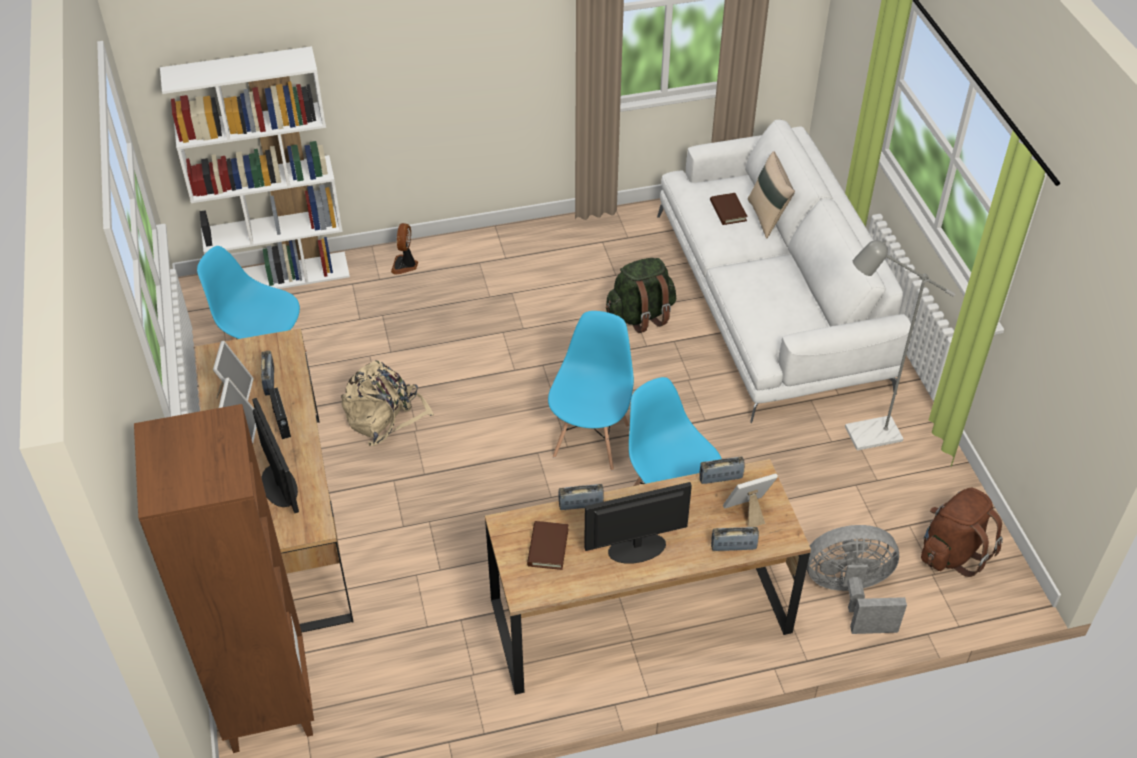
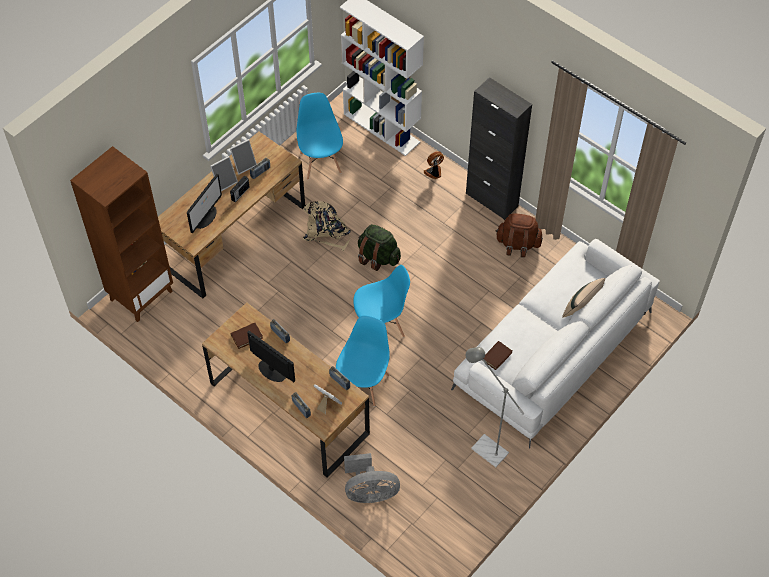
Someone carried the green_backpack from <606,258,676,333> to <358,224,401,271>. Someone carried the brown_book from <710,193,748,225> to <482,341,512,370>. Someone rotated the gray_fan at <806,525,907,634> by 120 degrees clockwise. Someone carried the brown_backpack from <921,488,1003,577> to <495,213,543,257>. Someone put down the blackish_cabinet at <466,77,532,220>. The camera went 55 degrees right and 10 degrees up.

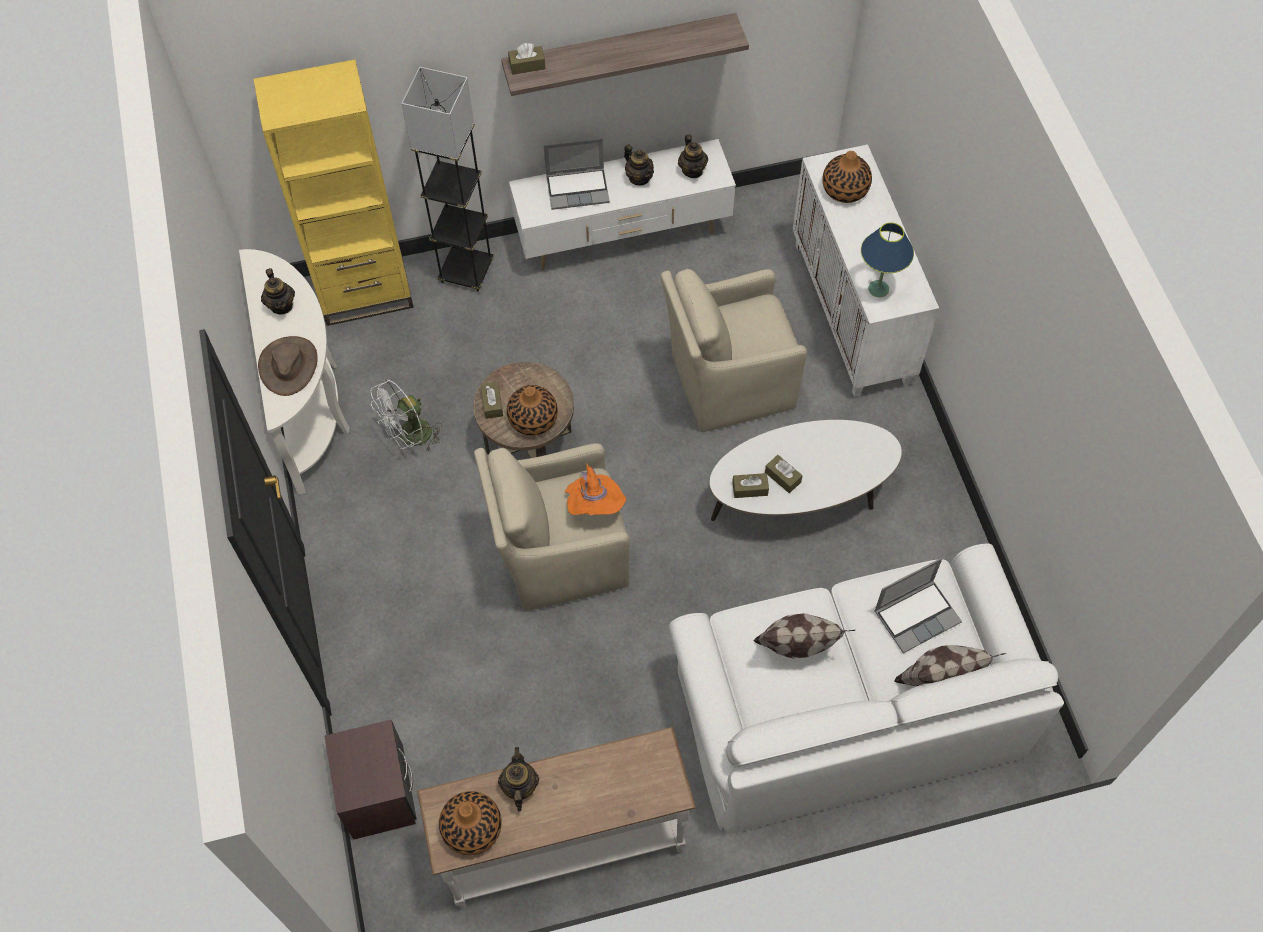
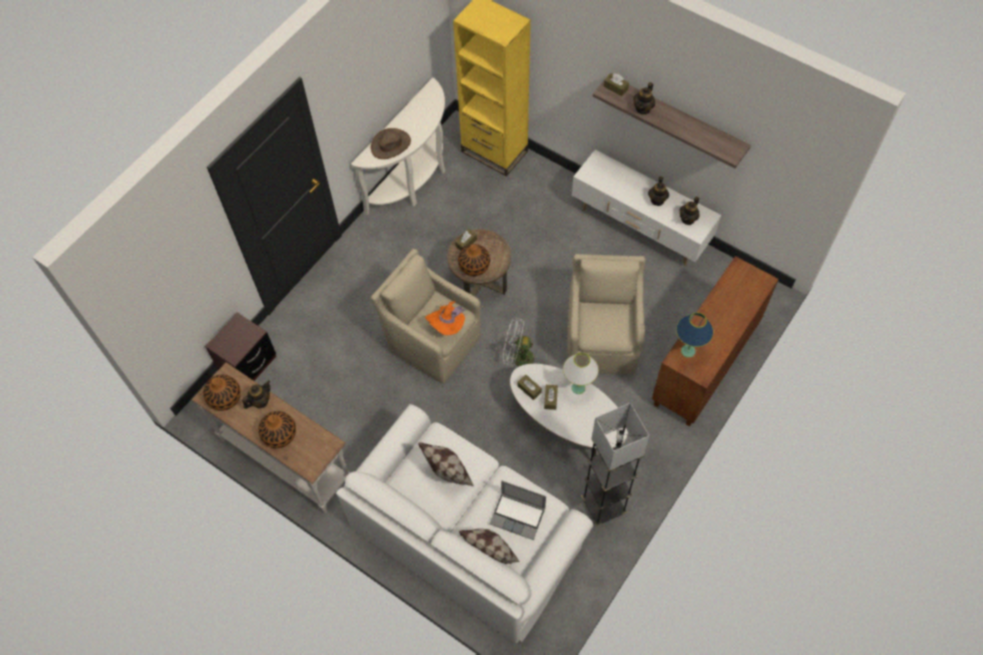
Someone carried the tea_pot from <261,268,295,315> to <633,82,655,115>. Someone carried the white_fan from <371,379,442,451> to <503,318,537,367>. Someone carried the gray_standing_lamp from <402,67,494,292> to <581,403,649,526>. Someone took away the laptop at <544,139,610,210>. Someone rotated the beige-coloured_armchair at <661,269,807,432> by 60 degrees clockwise. Someone repainted the white_cabinet at <793,144,939,397>, which became the brown_cabinet at <652,256,779,426>. Someone carried the flower_vase from <822,151,872,203> to <258,411,296,448>. Someone put down the white_tabletop_lamp at <563,353,599,394>. The camera went 50 degrees right and 0 degrees up.

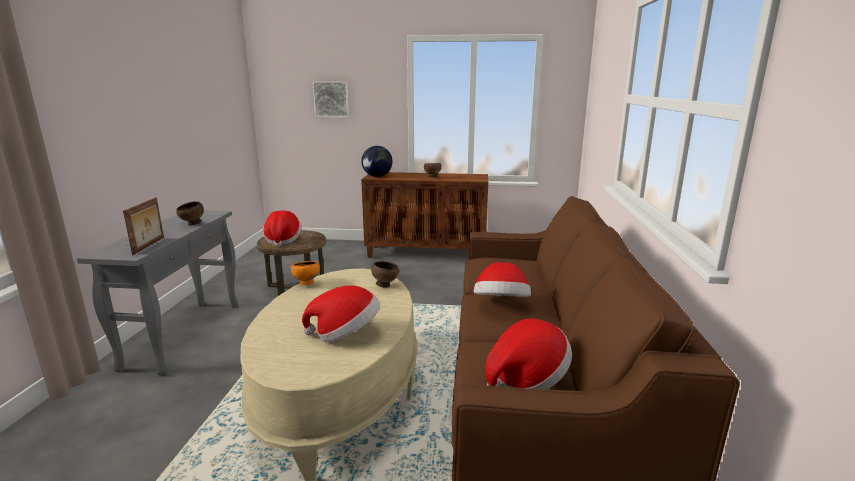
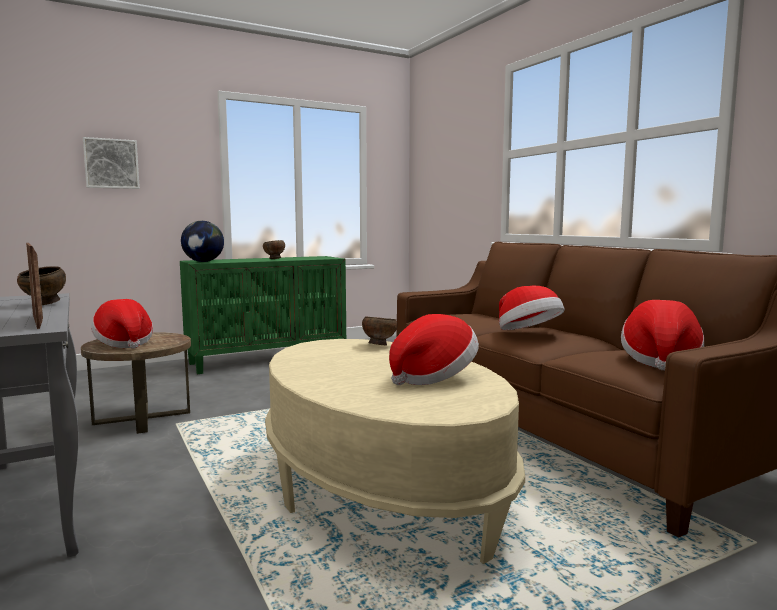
Someone took away the orangey_serving_bowl at <291,261,320,285>. Someone repainted the brown_cabinet at <361,172,488,258>, which became the green_cabinet at <180,256,346,374>. The camera went 35 degrees left and 10 degrees down.

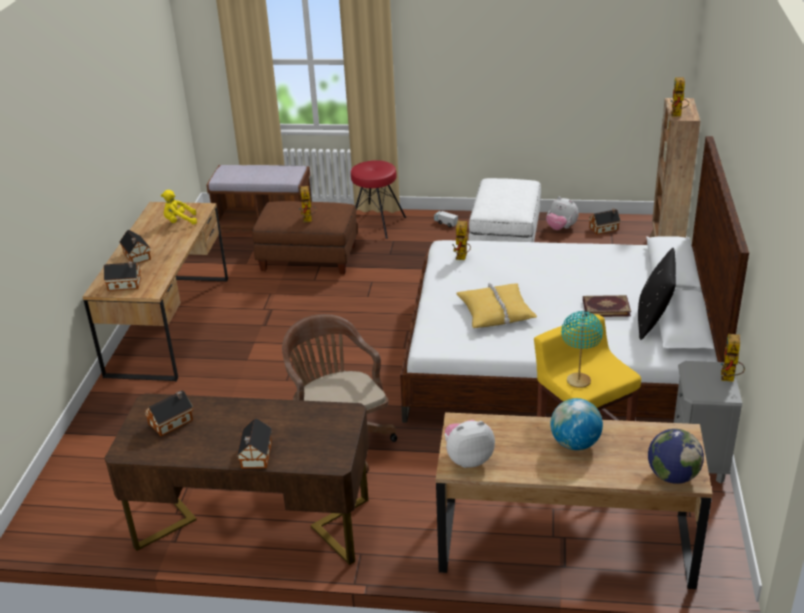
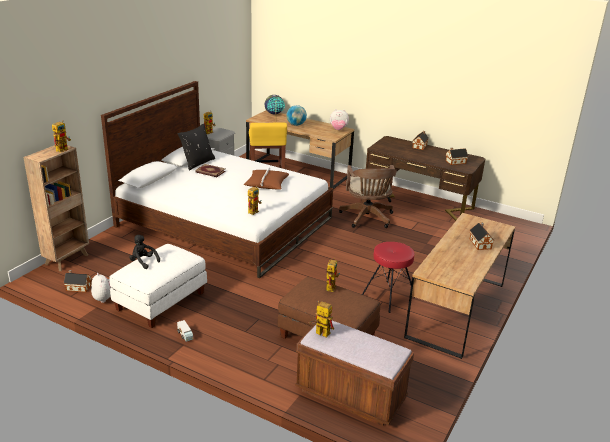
Someone took away the miniature_house at <104,261,141,291>. Someone took away the yellow-coloured_cuddly_toy at <161,190,197,225>. Someone carried the reddish_sitting_stool from <351,161,406,239> to <362,242,416,313>. Someone repainted the yellow-coloured_throw_pillow at <456,283,537,328>, which became the brown_throw_pillow at <243,167,289,190>. Someone put down the blackish_cuddly_toy at <129,235,160,269>. Someone put down the model_robot at <309,301,334,338>. The camera went 160 degrees left and 5 degrees down.

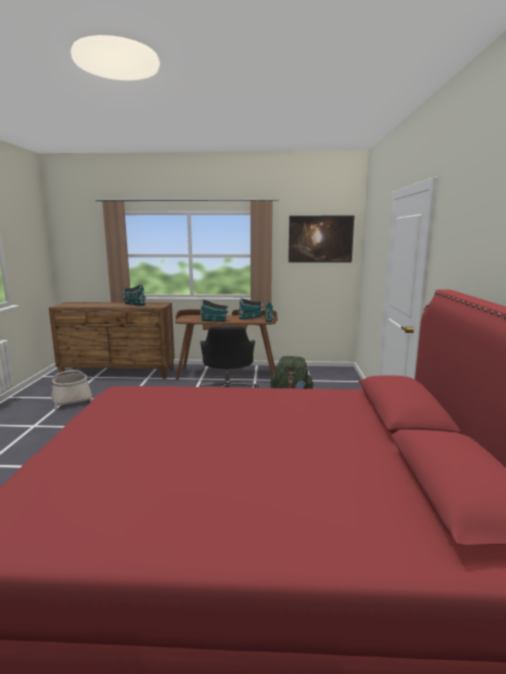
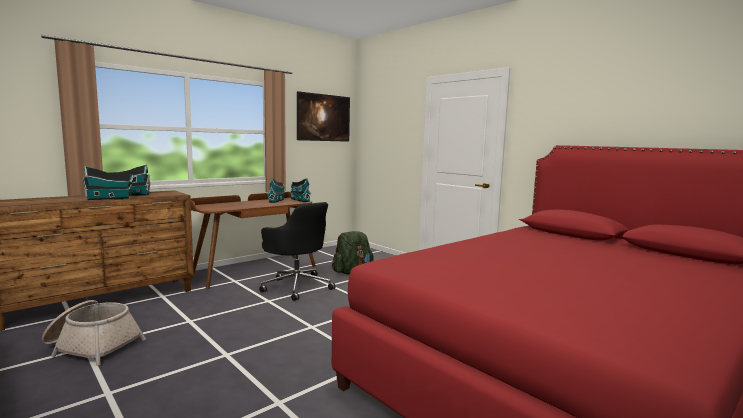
Someone carried the miniature_house from <200,299,229,322> to <82,166,134,201>. The camera went 45 degrees left and 5 degrees down.

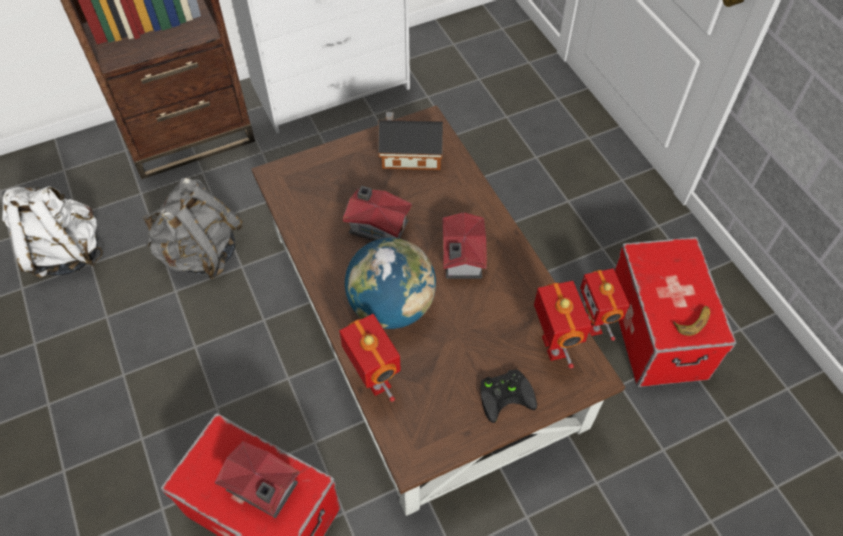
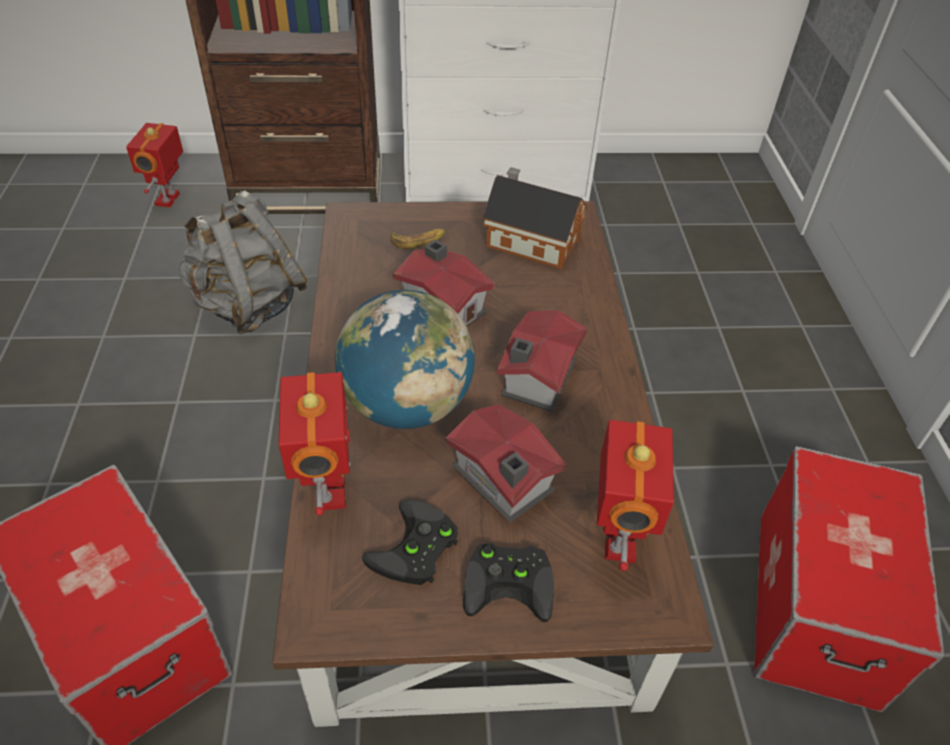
Someone took away the white_backpack at <2,186,103,278>. Someone carried the miniature_house from <215,441,300,518> to <445,404,567,523>. Someone carried the model_robot from <580,269,630,341> to <126,123,183,207>. Someone carried the banana_fruit from <673,306,710,336> to <390,229,446,249>. Someone put down the blackish_joypad at <362,500,458,585>. The camera went 20 degrees right and 10 degrees down.

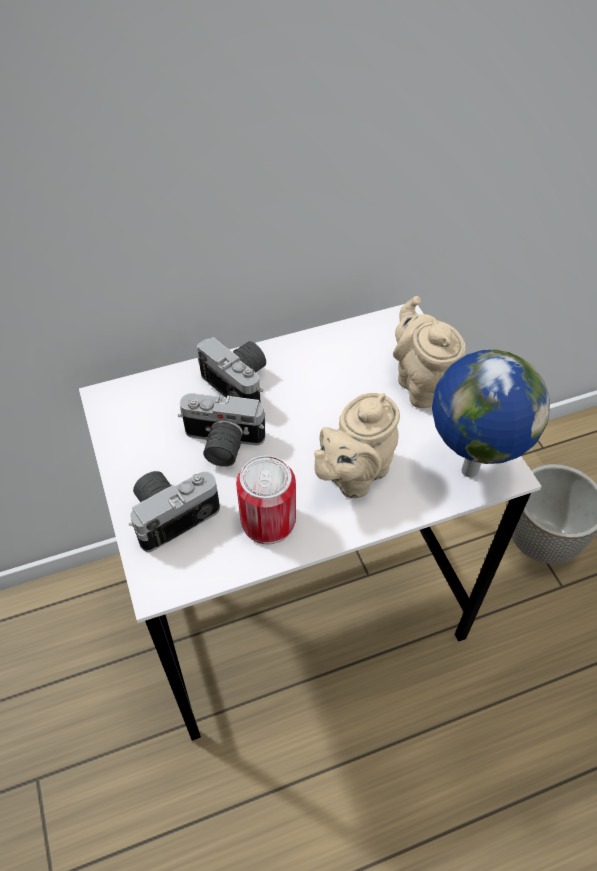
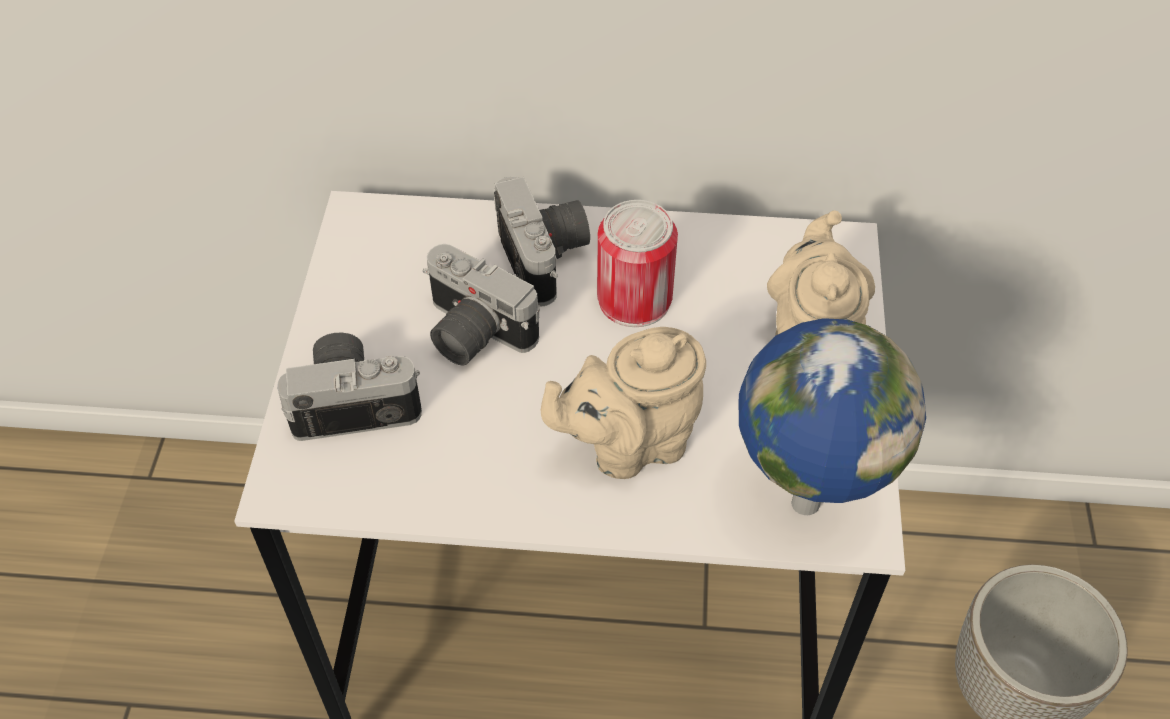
Someone carried the sealed_can from <236,456,296,544> to <597,200,678,327>. The camera went 25 degrees right and 0 degrees up.

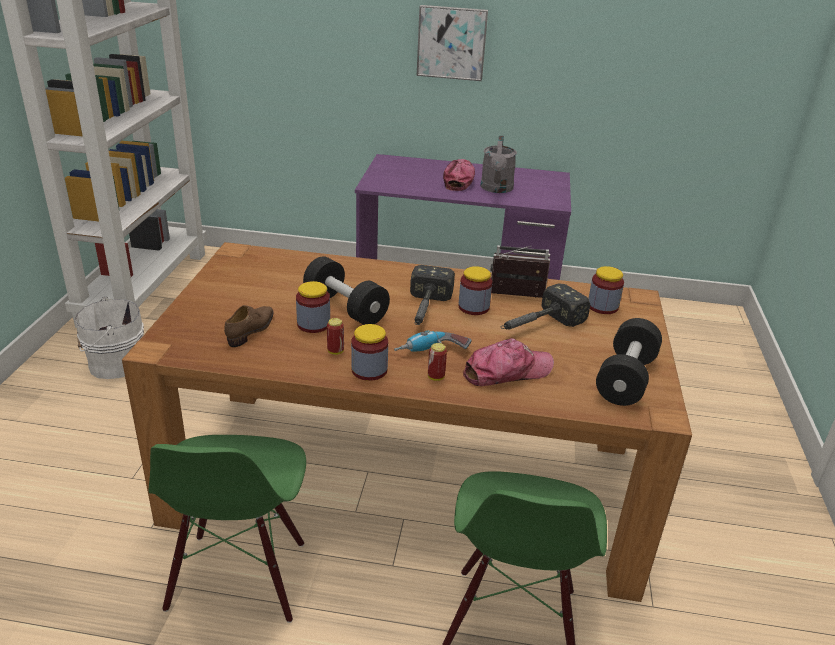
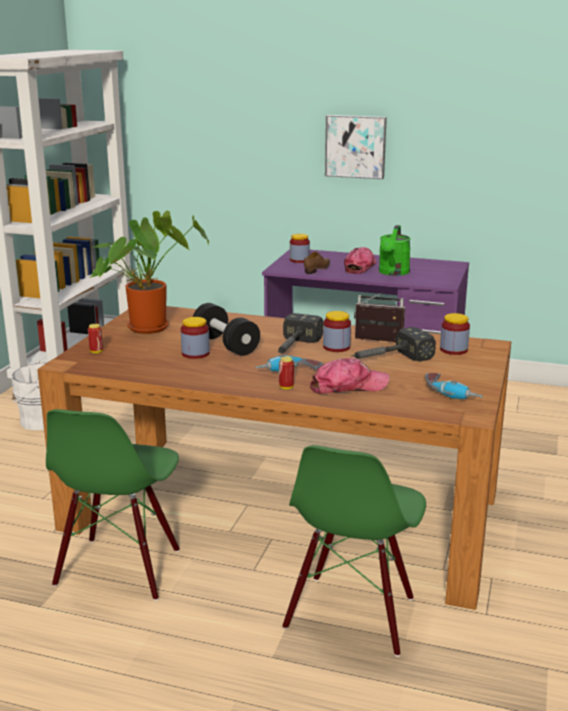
Someone carried the brown_low_shoe from <224,305,274,347> to <304,252,330,274>. Someone carried the sealed_can from <327,318,344,355> to <88,324,103,353>. Someone carried the jar from <351,324,388,381> to <290,234,310,263>. Someone repainted the gray_sprinkling_can at <481,135,517,193>, which became the green_sprinkling_can at <379,225,411,276>. Someone swapped the blackish_free_weight at <596,318,662,406> for the power_drill at <425,373,483,399>. Someone put down the potted_plant at <90,211,209,334>. The camera went 10 degrees right and 10 degrees down.

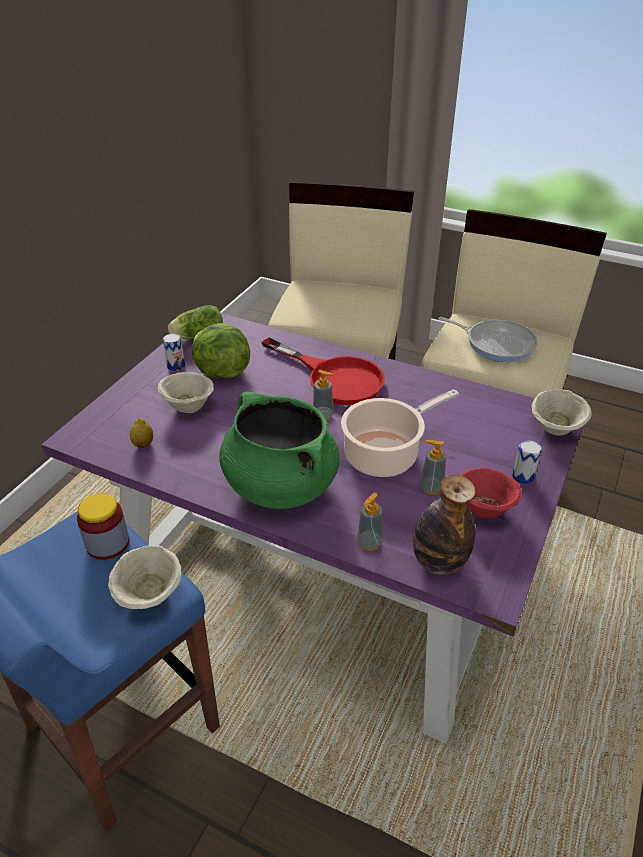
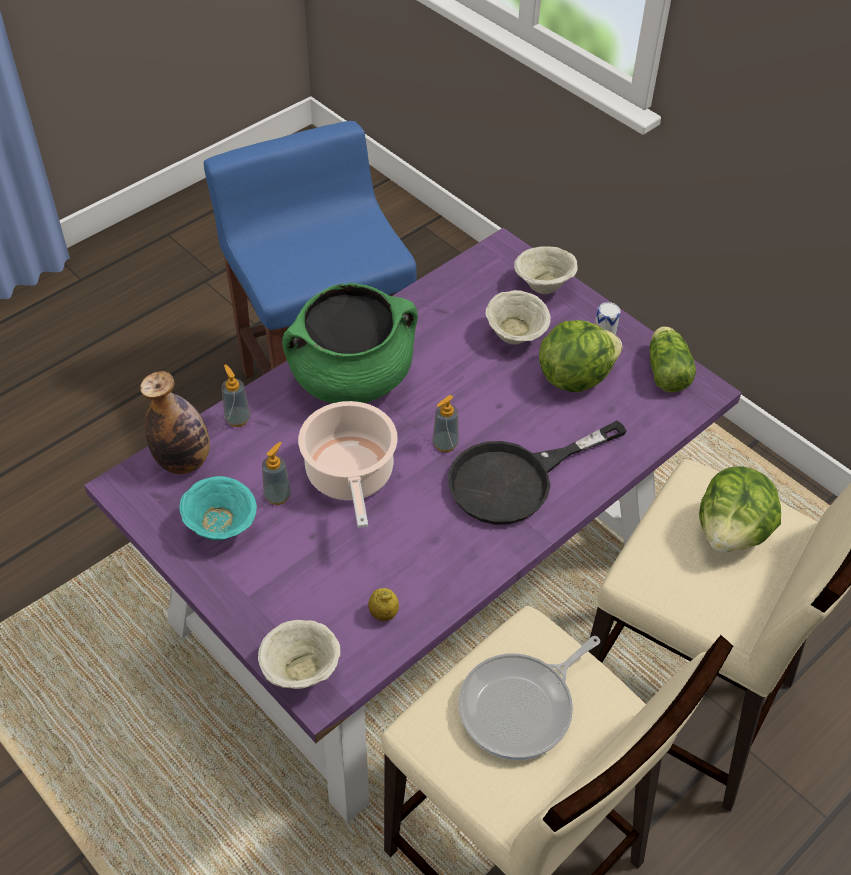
Someone took away the jar at <77,493,129,560>. Someone carried the beige-coloured_serving_bowl from <108,545,182,609> to <514,246,578,294>. Someone carried the whole_lemon from <130,418,153,448> to <368,588,399,621>. Someone repainted the reddish_frying_pan at <261,337,385,405>, which became the blackish_frying_pan at <448,420,627,525>. Someone repainted the reddish_serving_bowl at <461,468,522,518>, which became the blue-green_serving_bowl at <179,476,257,541>. Someone took away the sealed_can at <512,440,542,484>. Someone put down the lettuce_head at <699,466,781,552>. The camera went 110 degrees right and 10 degrees up.

